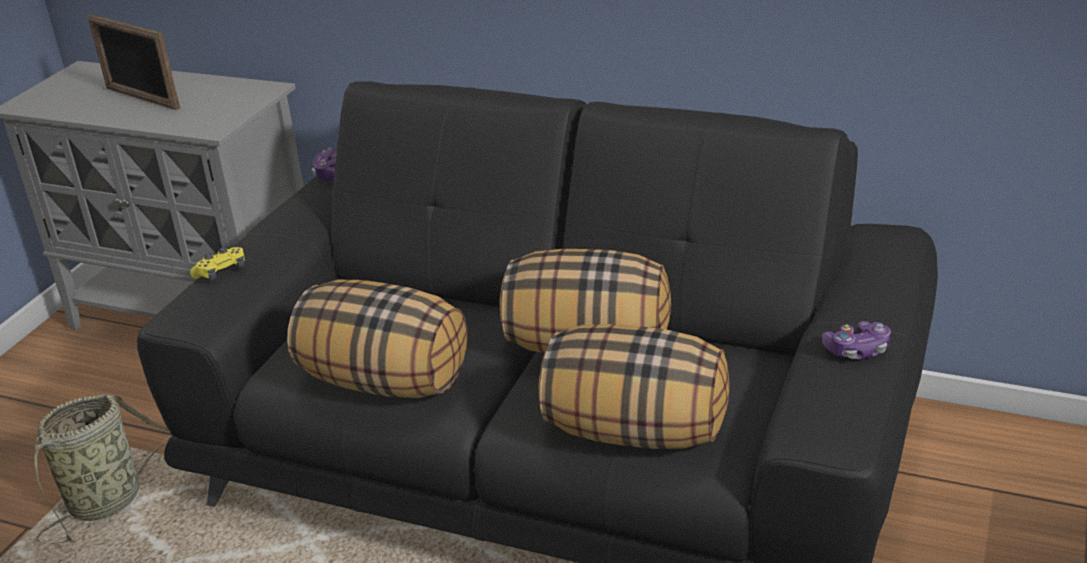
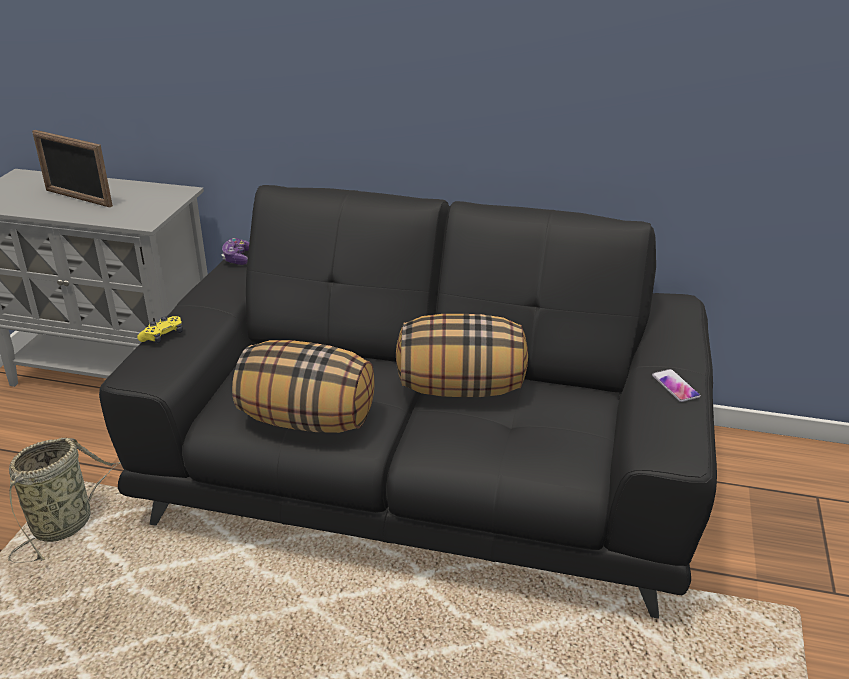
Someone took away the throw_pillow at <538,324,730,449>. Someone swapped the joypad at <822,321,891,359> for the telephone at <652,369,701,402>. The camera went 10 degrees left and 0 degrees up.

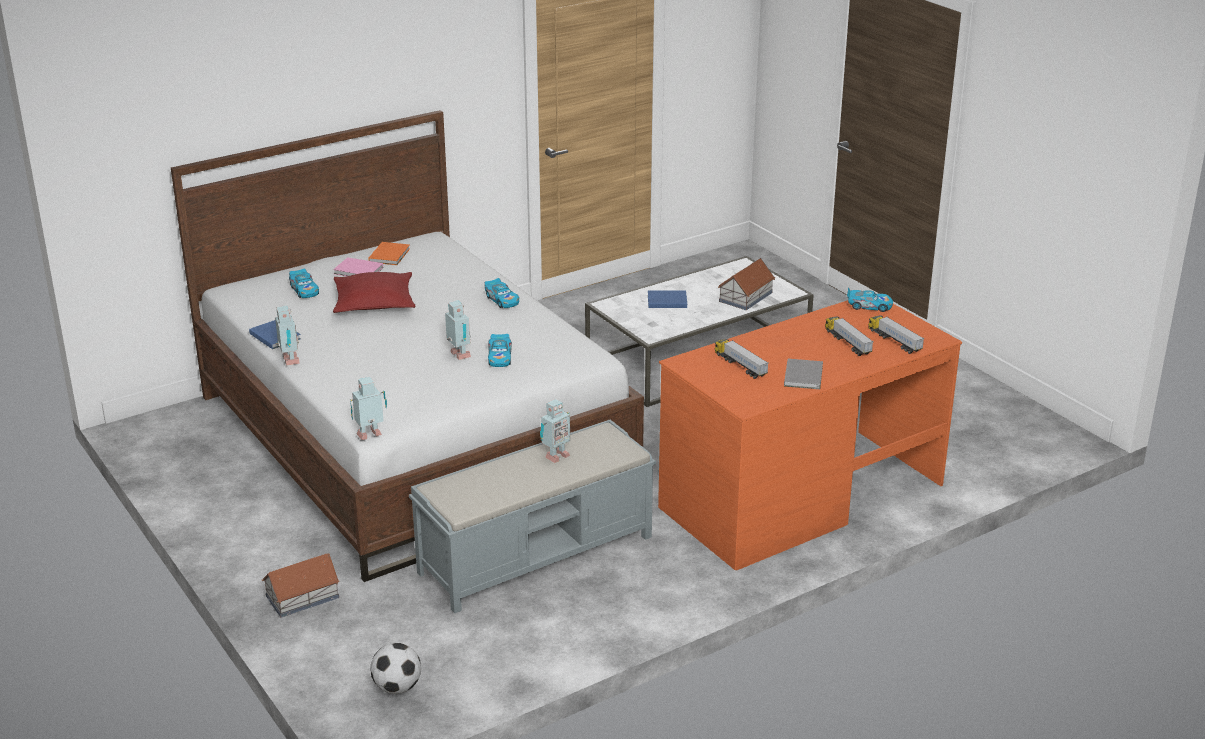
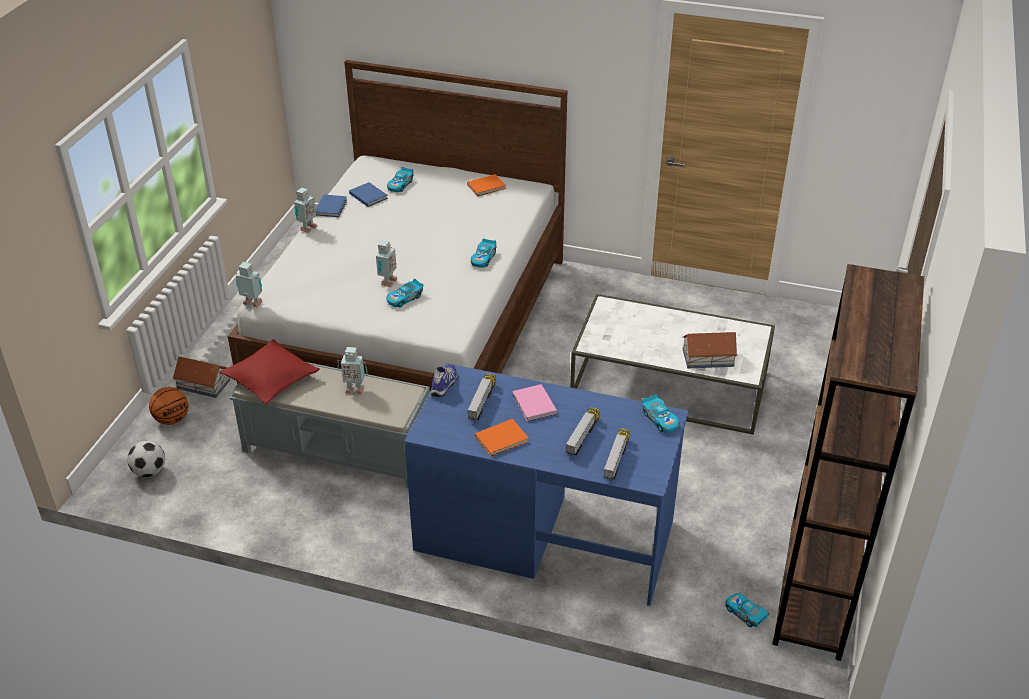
Someone carried the pink-coloured_book from <333,257,383,276> to <512,384,557,421>. Someone carried the reddish_throw_pillow from <333,272,416,313> to <220,339,319,404>. Someone carried the bluish_book from <648,291,687,308> to <349,182,388,207>. Someone repainted the orangey_desk_unit at <658,300,962,571>, which became the bluish_desk_unit at <404,363,689,606>. Someone repainted the gray_book at <784,359,823,389>, which became the orangey_book at <475,419,529,457>. Someone put down the basketball at <149,387,188,425>. Someone put down the low_shoe at <431,364,457,397>. Someone put down the toy_car at <725,593,770,627>. Someone put down the brown_bookshelf at <772,264,924,661>. The camera went 50 degrees right and 10 degrees up.

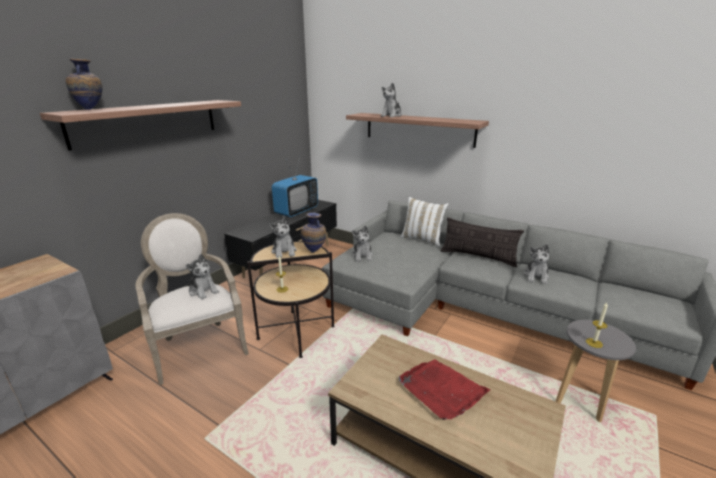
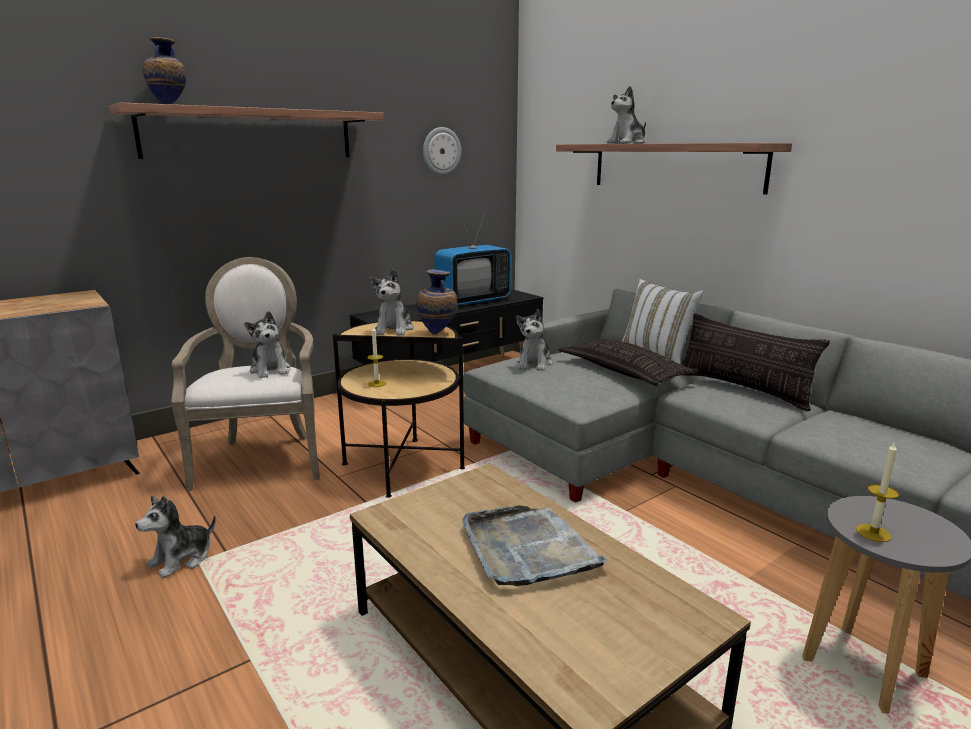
Someone repainted the reddish_tray at <399,359,491,420>, which became the gray_tray at <462,505,611,586>. Someone carried the cuddly_toy from <524,244,549,284> to <135,496,216,578>. Someone put up the wall_clock at <423,127,461,175>. Someone put down the throw_pillow at <559,339,699,386>. The camera went 20 degrees right and 5 degrees down.

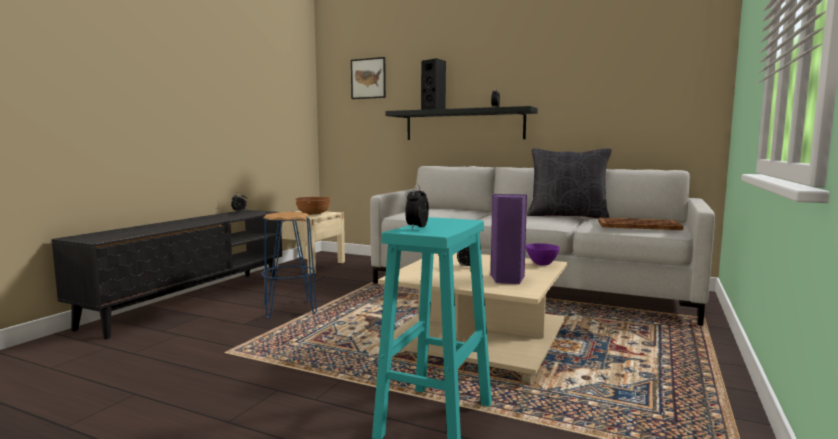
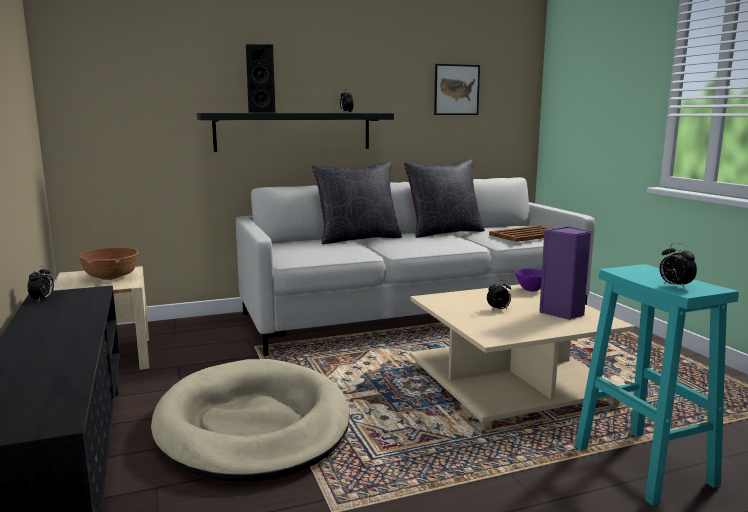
Someone swapped the bluish_sitting_stool at <262,212,317,319> for the beige-coloured_pet_bed at <151,359,350,482>. Someone carried the picture from <351,57,386,99> to <434,64,480,115>. Someone put down the blackish_throw_pillow at <312,162,402,244>. The camera went 45 degrees left and 5 degrees up.

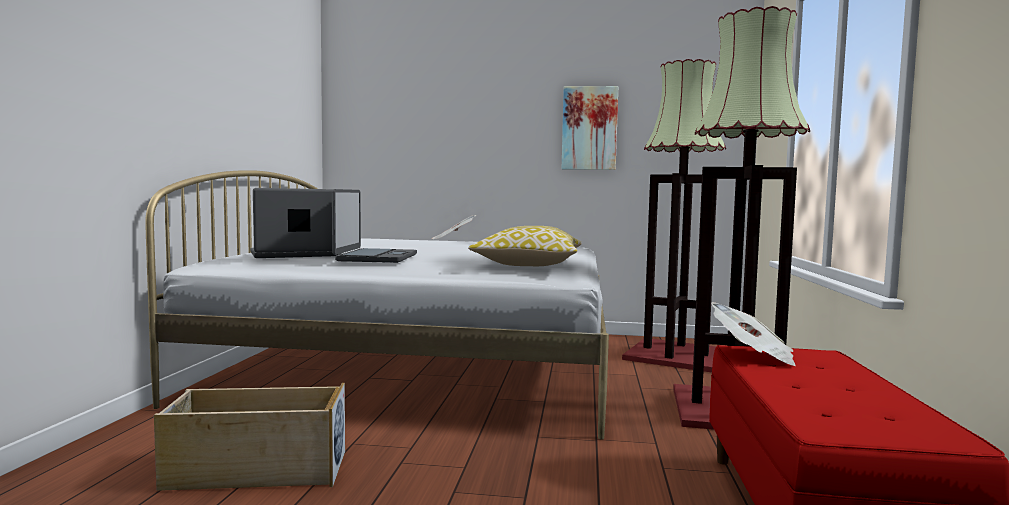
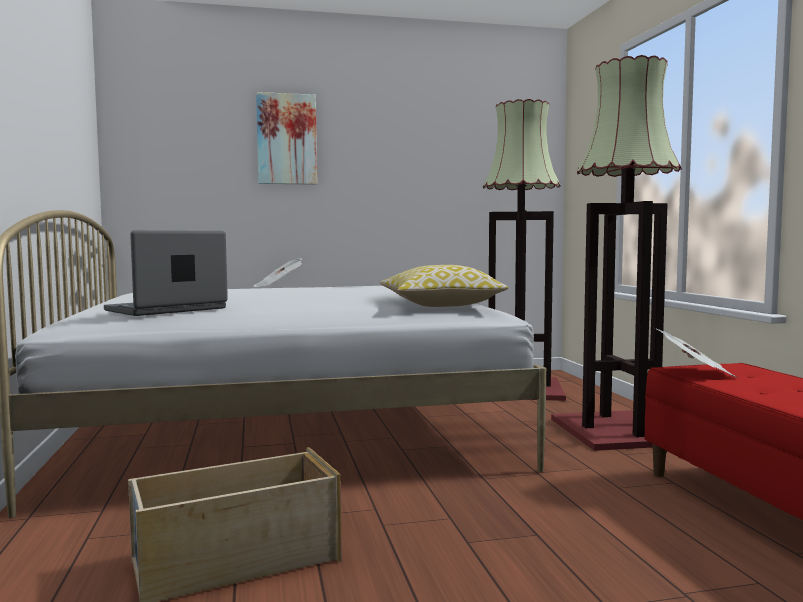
Someone took away the laptop at <332,189,417,263>. Someone carried the picture from <562,86,618,170> to <256,92,317,185>. The camera went 20 degrees left and 0 degrees up.

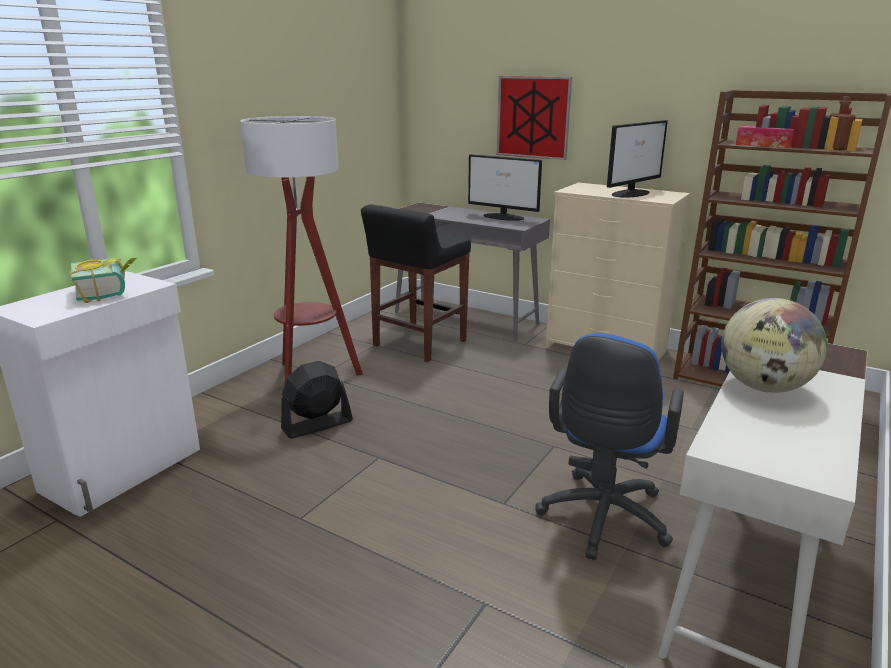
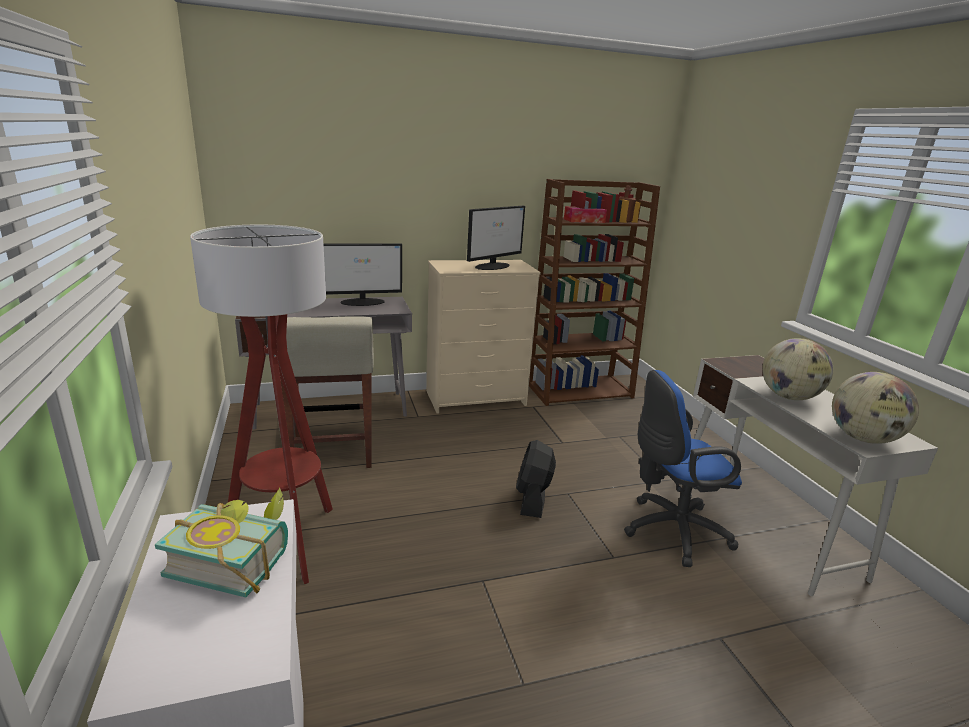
Someone carried the blackish_fan from <281,361,353,439> to <516,440,556,518>. Someone repainted the blackish_sitting_stool at <361,204,471,362>, which became the beige-coloured_sitting_stool at <280,316,374,468>. Someone took away the picture at <496,76,572,160>. Someone rotated the bluish_computer_chair at <535,333,684,560> by 105 degrees clockwise. Someone rotated the computer_display at <607,120,668,198> by 45 degrees clockwise. Someone put down the globe at <832,372,919,444>. The camera went 50 degrees left and 0 degrees up.

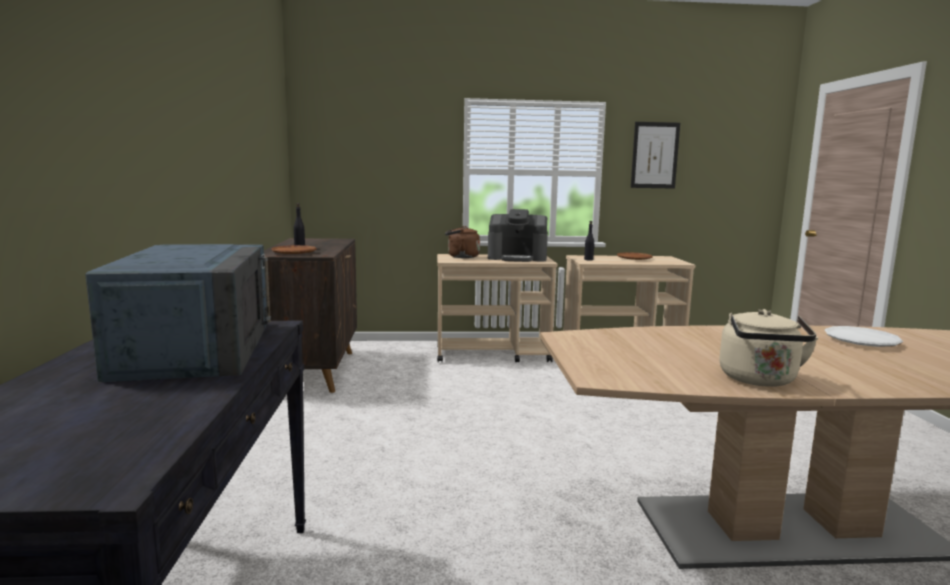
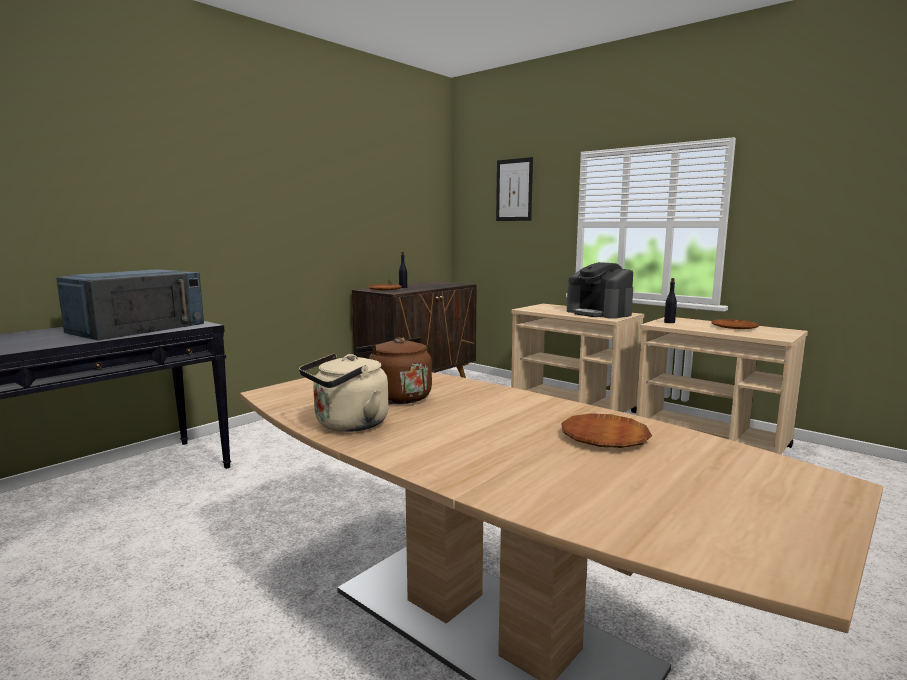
Someone carried the brown_kettle from <445,226,480,258> to <356,337,432,404>. Someone carried the picture from <631,122,680,189> to <496,157,533,221>. Someone repainted the white_dinner_plate at <825,326,903,347>, which became the brown_dinner_plate at <561,413,652,448>. The camera went 45 degrees right and 0 degrees up.

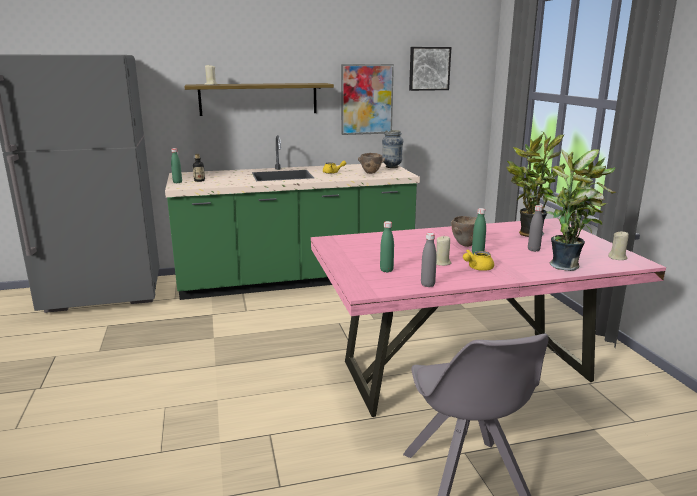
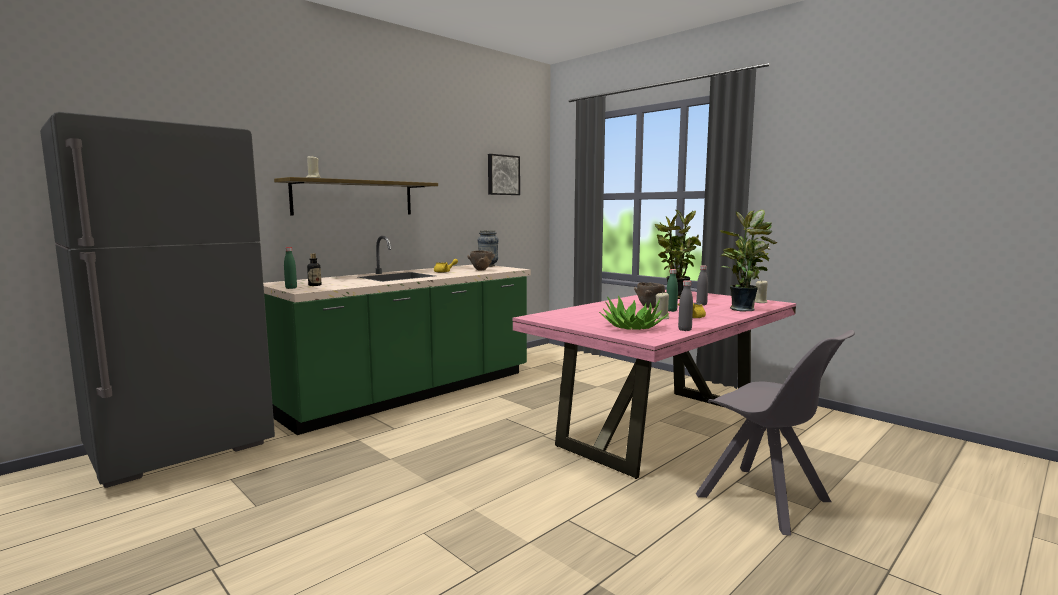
Someone took away the picture at <341,64,394,135>. Someone swapped the green_bottle at <380,221,394,272> for the potted_plant at <599,296,669,330>. The camera went 30 degrees left and 10 degrees down.

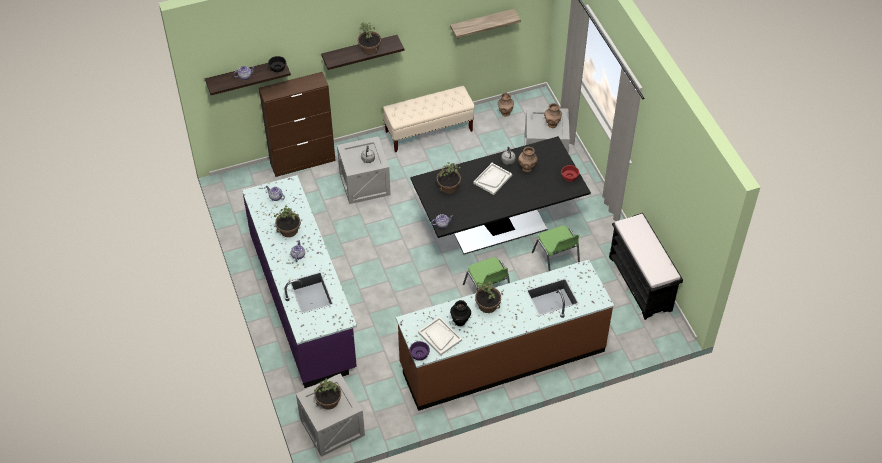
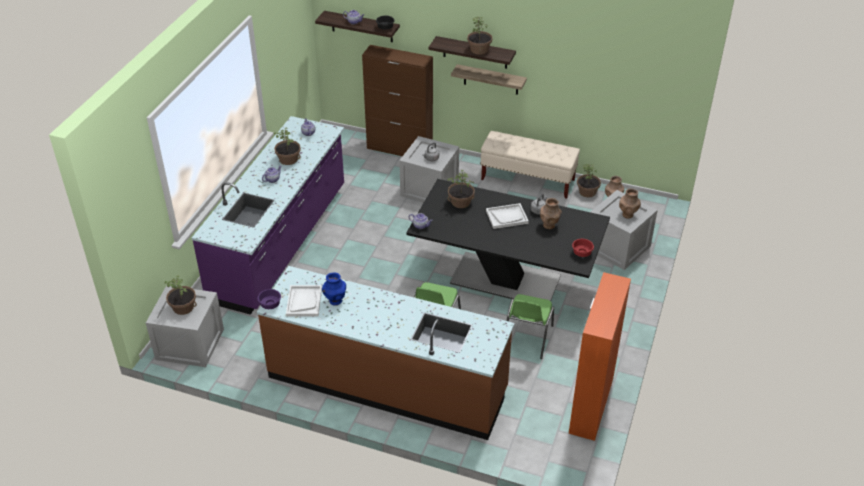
Someone carried the shelf from <450,9,521,39> to <451,64,527,95>. Someone repainted the blackish_flower_vase at <450,300,471,326>, which became the bluish_flower_vase at <322,272,346,306>. Someone carried the potted_plant from <475,281,501,313> to <577,164,601,197>. Someone swapped the blackish_bench at <609,213,683,320> for the orangey_cabinet at <569,272,631,441>. The camera went 40 degrees right and 10 degrees down.

